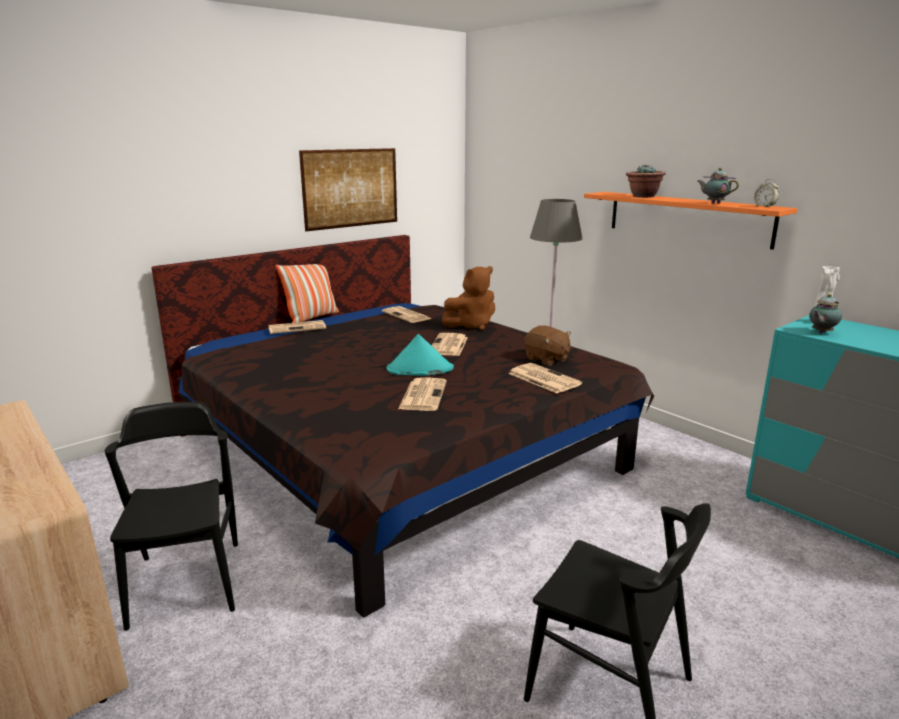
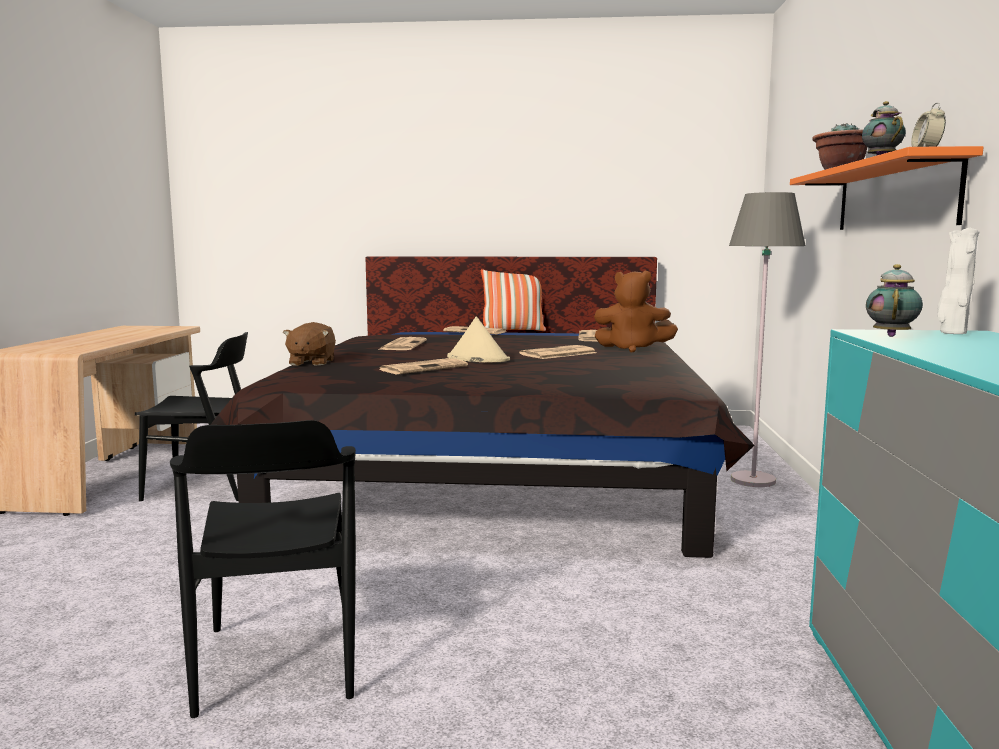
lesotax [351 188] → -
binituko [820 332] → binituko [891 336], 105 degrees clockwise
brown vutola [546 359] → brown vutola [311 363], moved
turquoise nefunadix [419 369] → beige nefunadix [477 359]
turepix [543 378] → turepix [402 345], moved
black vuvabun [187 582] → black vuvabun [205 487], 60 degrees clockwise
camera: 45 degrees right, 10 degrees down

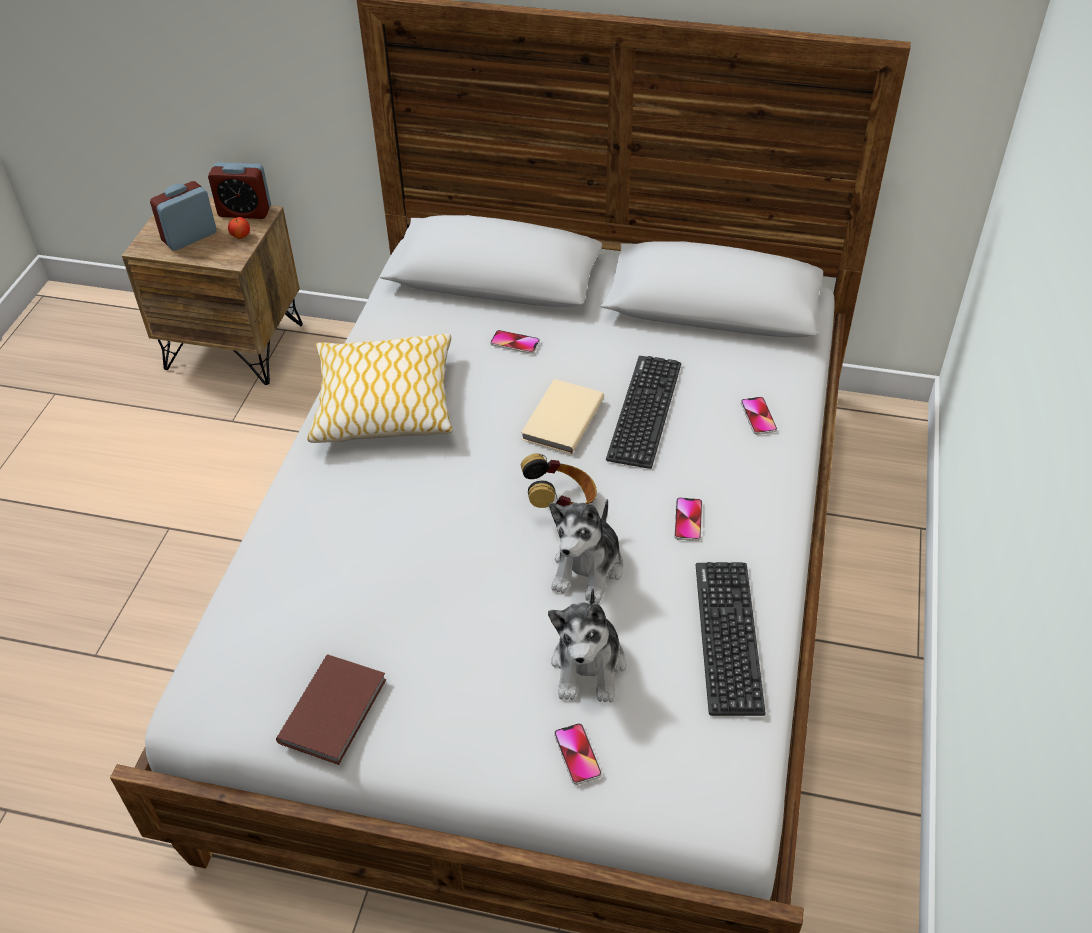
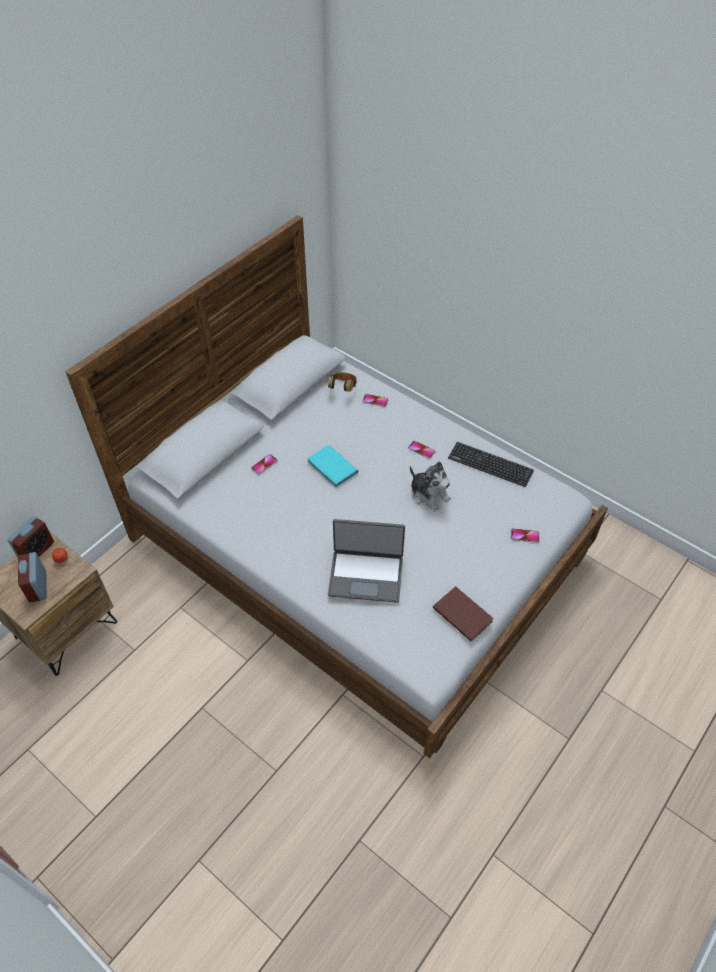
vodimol [384 403] → -
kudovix [644 411] → -
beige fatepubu [560 419] → turquoise fatepubu [332 468]
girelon [561 502] → girelon [343 389], moved
vutola [589 666] → -
- → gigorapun [366 575]
camera: 65 degrees left, 5 degrees up

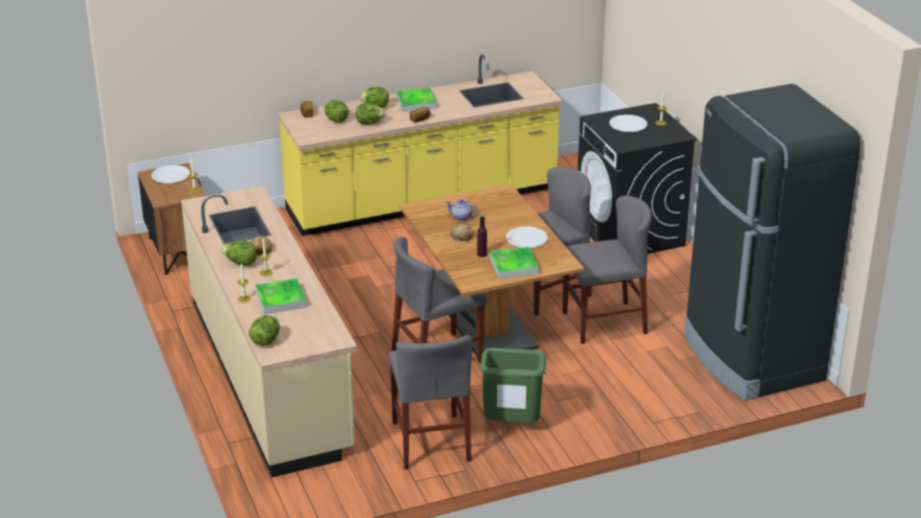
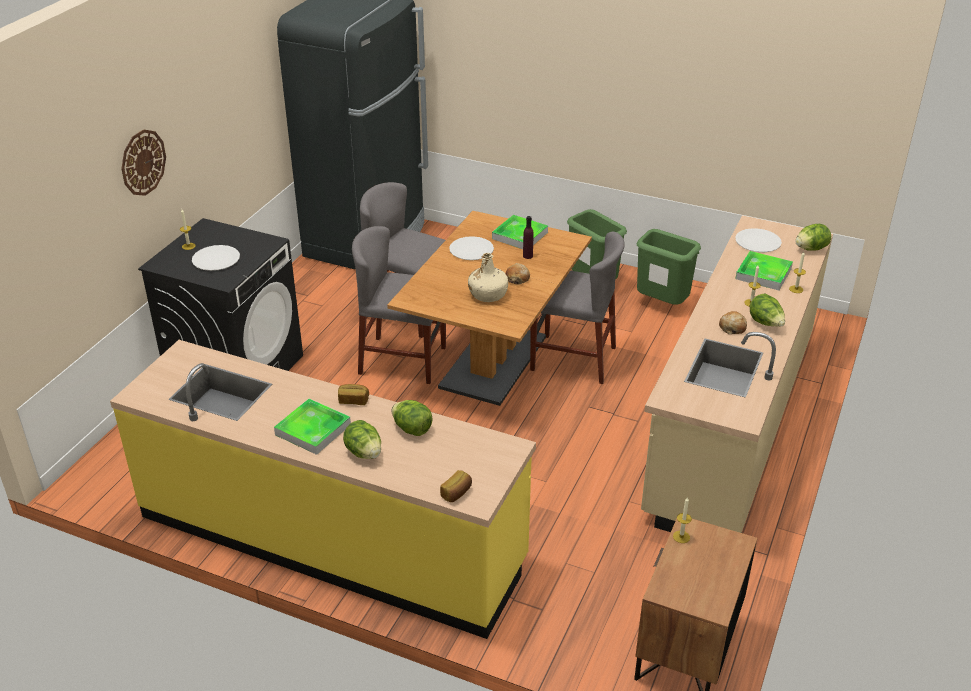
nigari [336 120] → -
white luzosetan [170 175] → white luzosetan [758 242], moved
binituko [462 217] → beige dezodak [488 294]
grey vuvabun [430 441] → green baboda [662 305]
- → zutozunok [143 162]
camera: 135 degrees left, 5 degrees up

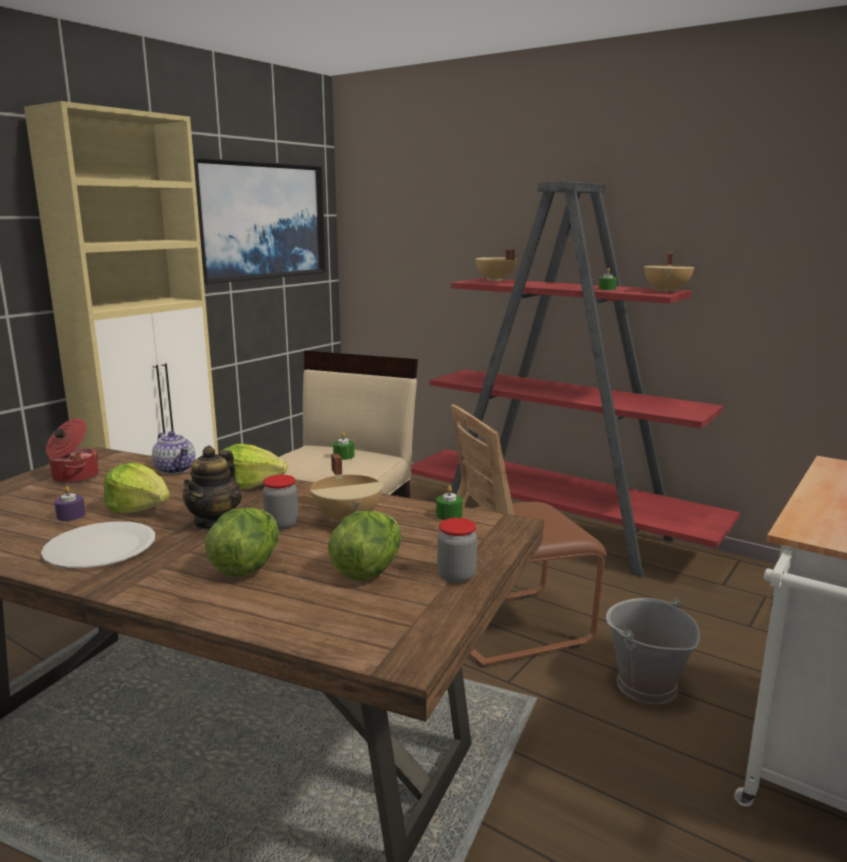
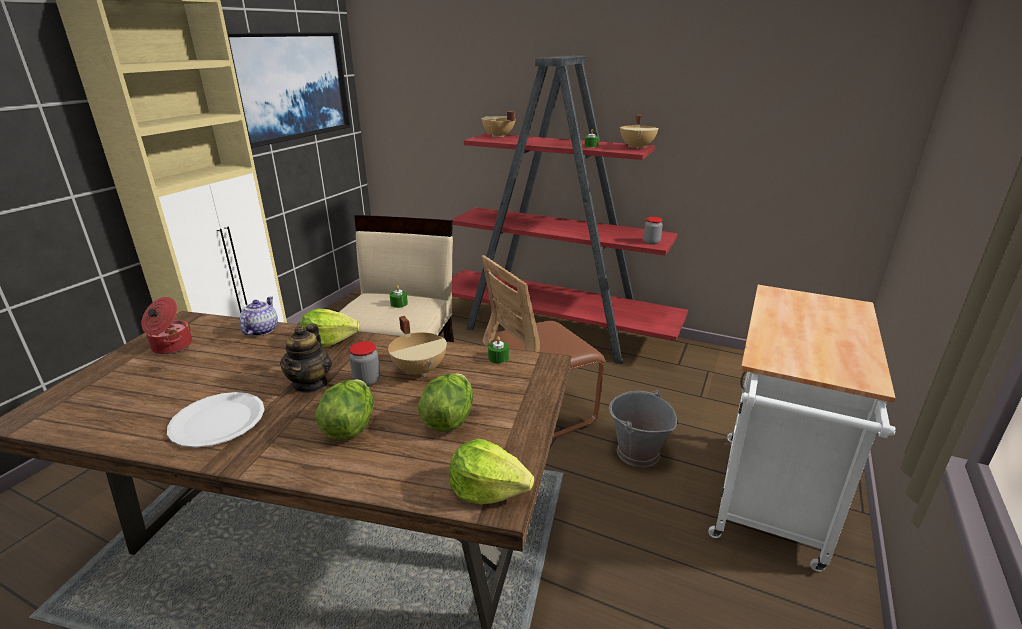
binituko [176 469] → binituko [261 330], 120 degrees counterclockwise
nigari [139 508] → nigari [488 489], moved
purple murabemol [71 515] → -
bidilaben [456 576] → bidilaben [651 242], moved
camera: 10 degrees left, 10 degrees up

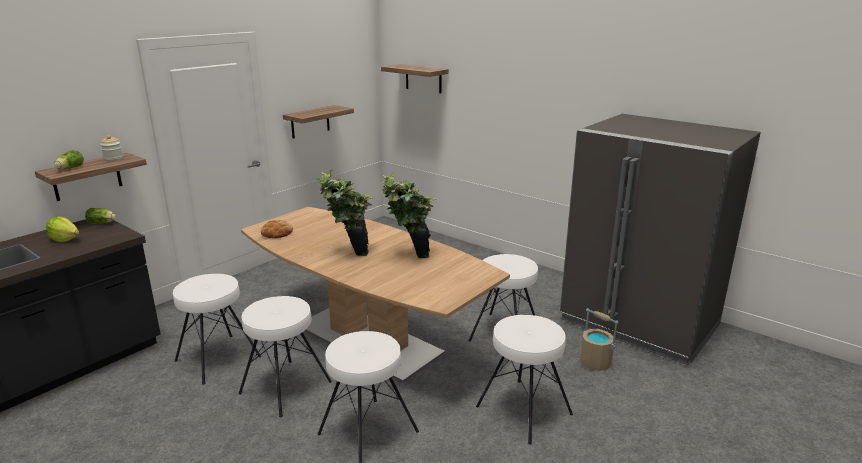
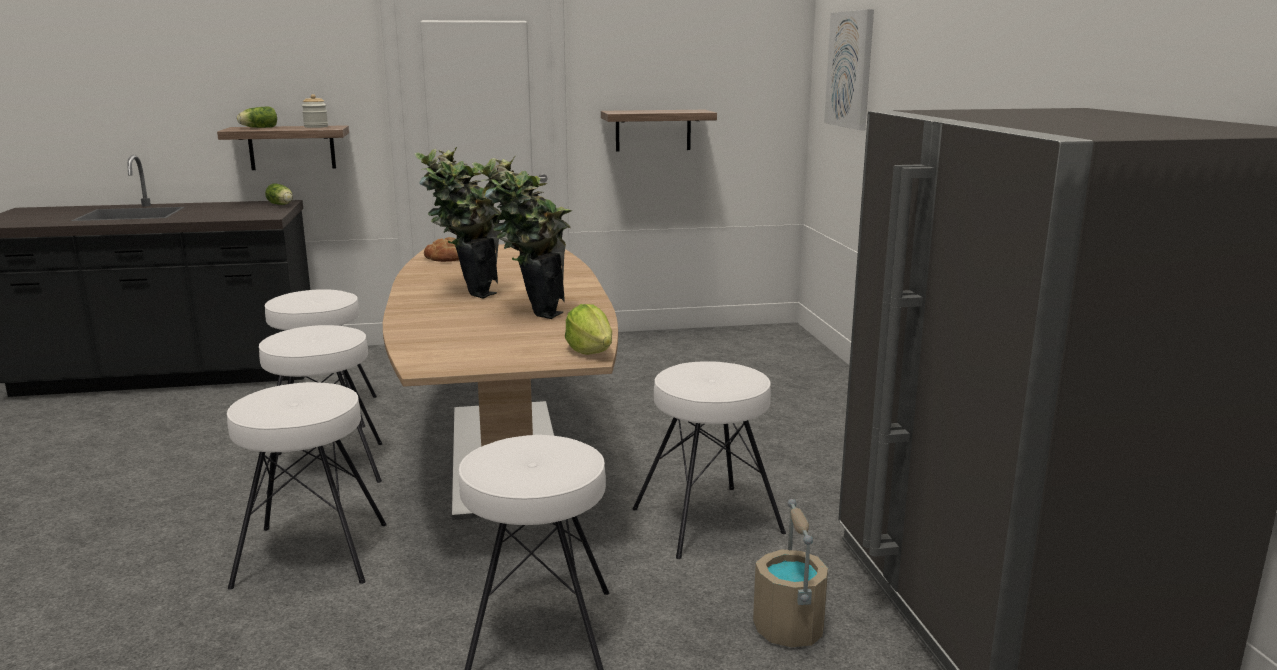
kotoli [423 78] → lesotax [850 69]
nigari [65 239] → nigari [590 351], moved
camera: 40 degrees right, 5 degrees down

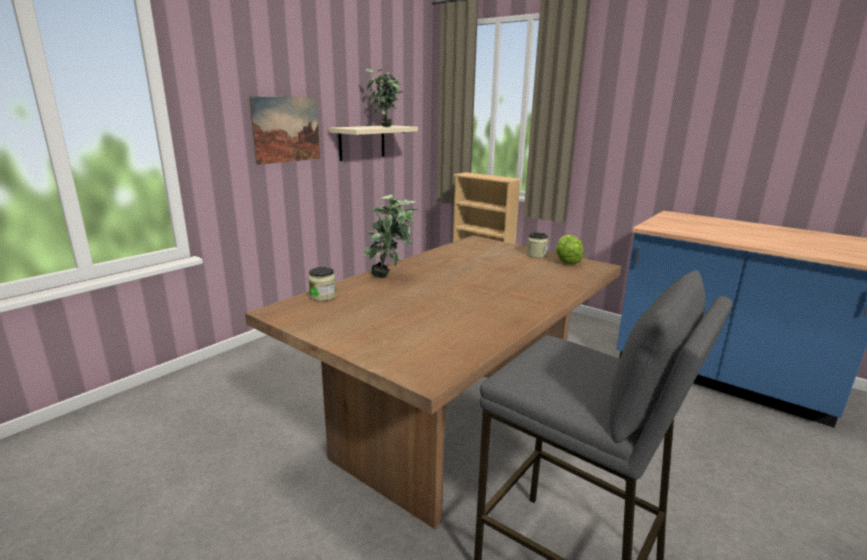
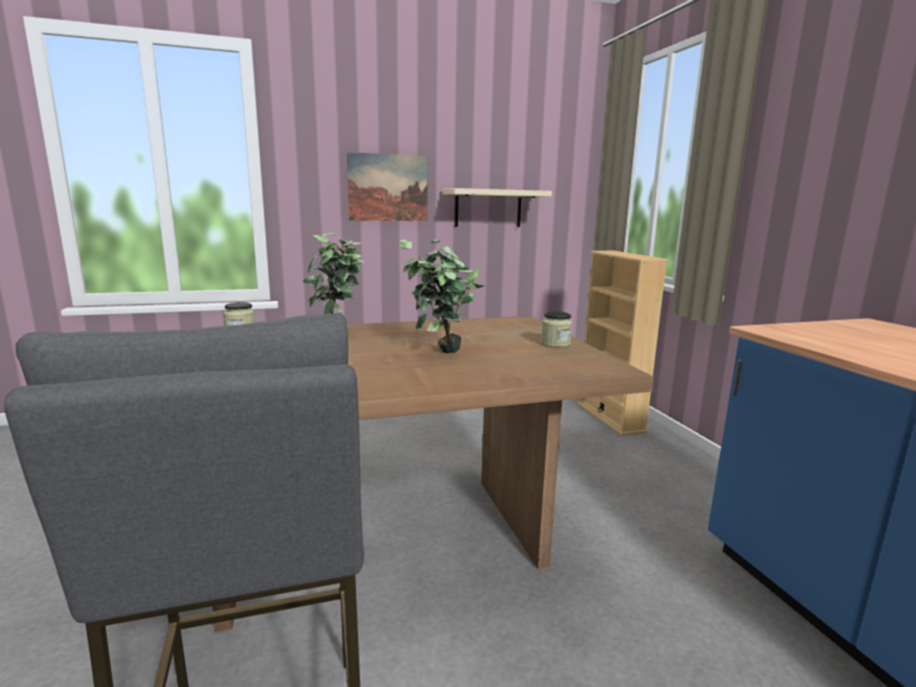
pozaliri [385 127] → pozaliri [440 354], moved
nigari [566 261] → -
camera: 35 degrees right, 5 degrees down

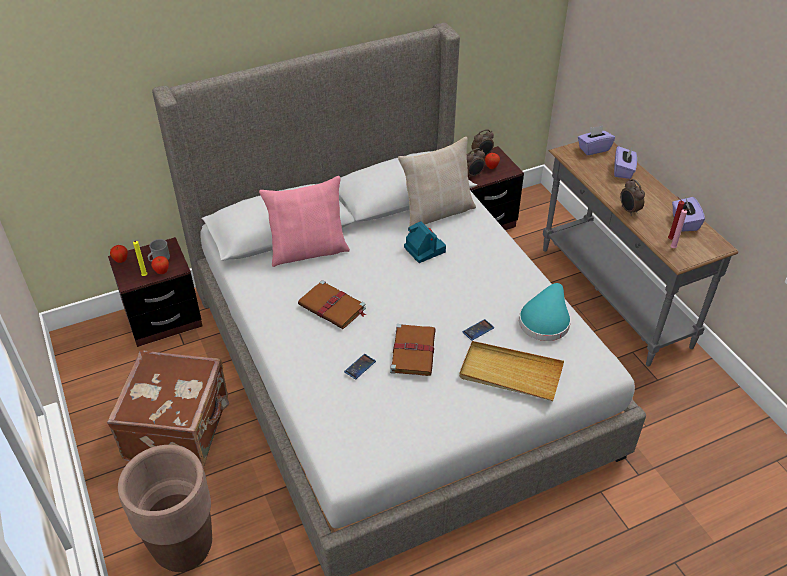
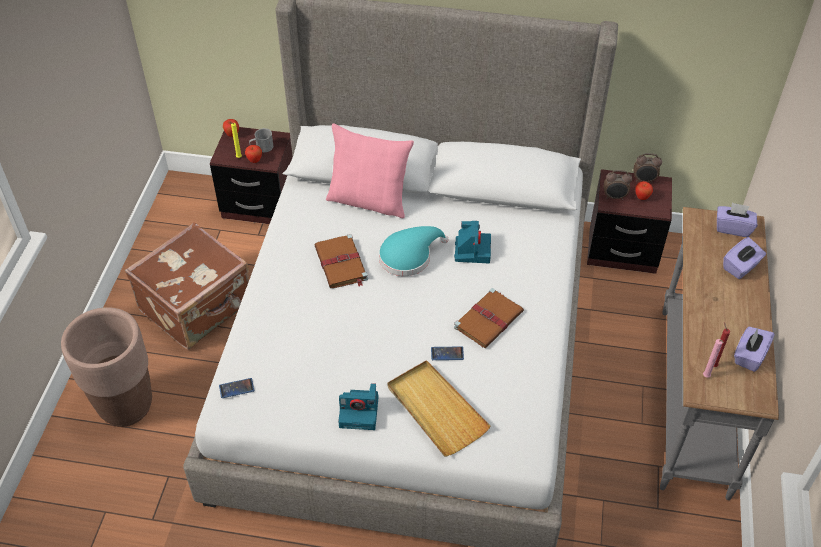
beige vodimol [437 212] → -
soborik [628 210] → -
turquoise nefunadix [545 320] → turquoise nefunadix [408 256], moved
brown fatepubu [413 350] → brown fatepubu [489 319], moved
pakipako [360 367] → pakipako [236 388], moved
- → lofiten [360 412]
camera: 35 degrees right, 5 degrees up

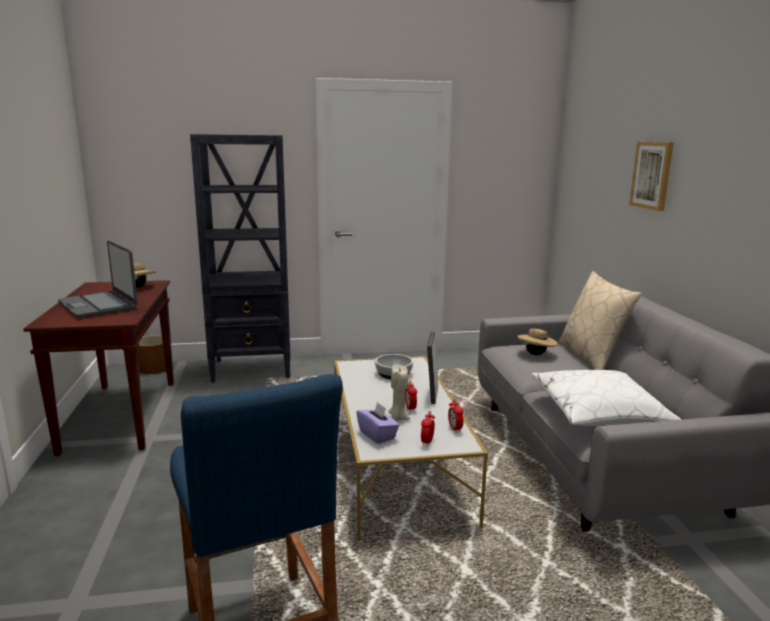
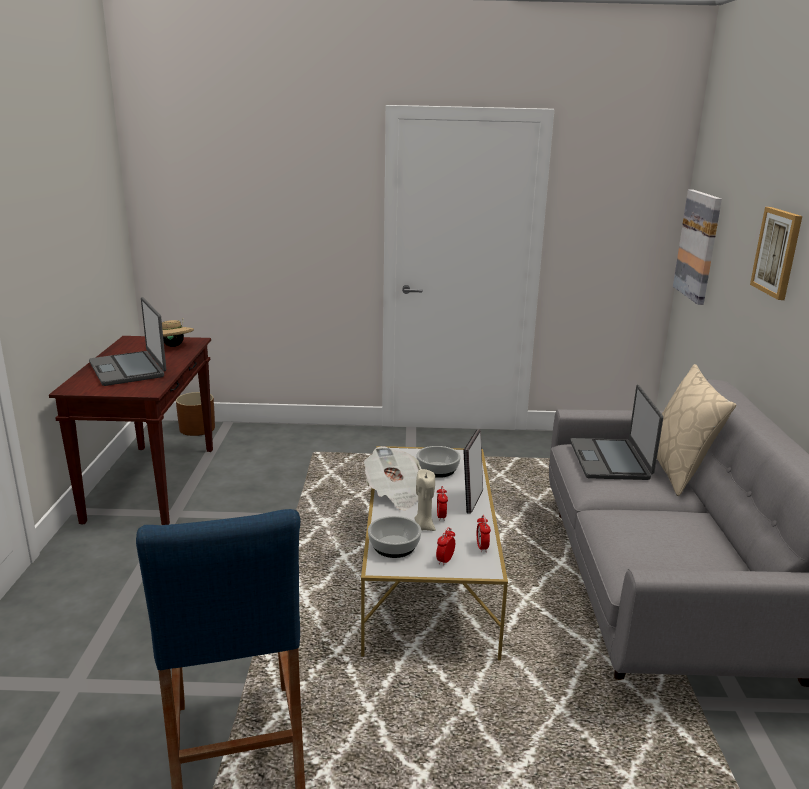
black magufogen [253 369] → -
beige nefunadix [536 354] → gigorapun [610 460]
white vodimol [598 412] → -
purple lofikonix [377 435] → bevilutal [393 546]
- → lesotax [698 246]
- → turepix [396 493]
camera: 10 degrees right, 5 degrees up

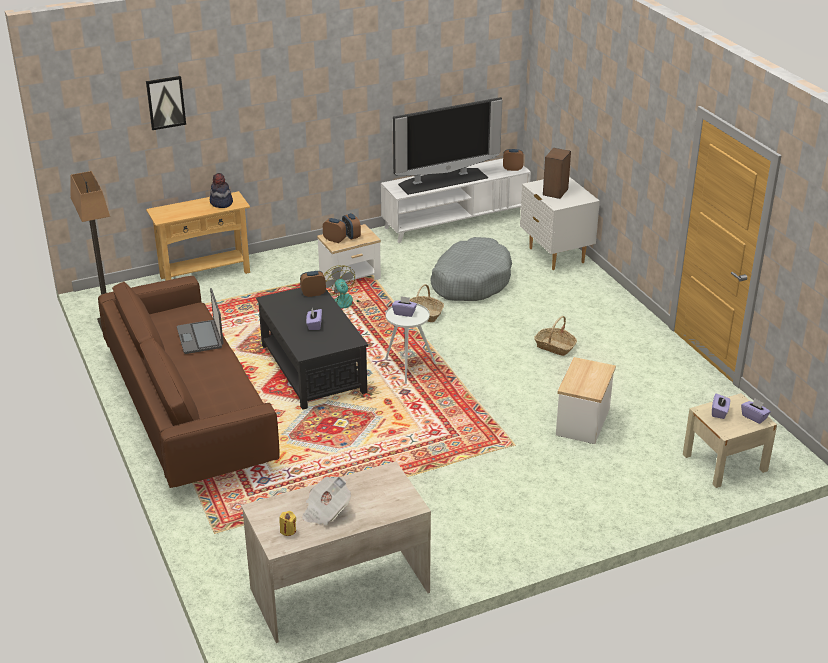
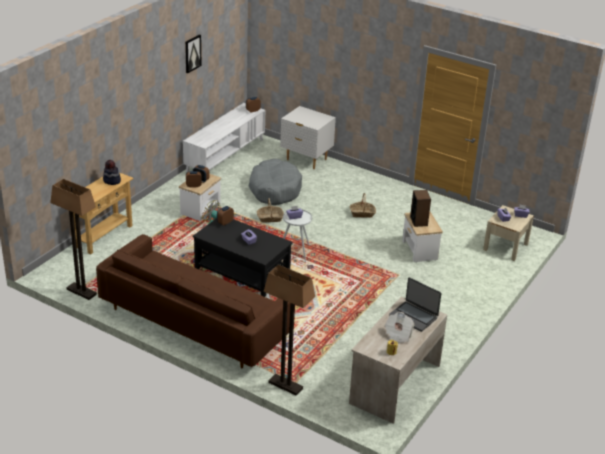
lesotax [165 102] → lesotax [192 53], moved
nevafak [442 180] → -
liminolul [555 192] → liminolul [419 221], moved
gigorapun [200 337] → gigorapun [413 316], moved
- → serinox [285 385]
camera: 35 degrees left, 0 degrees up

